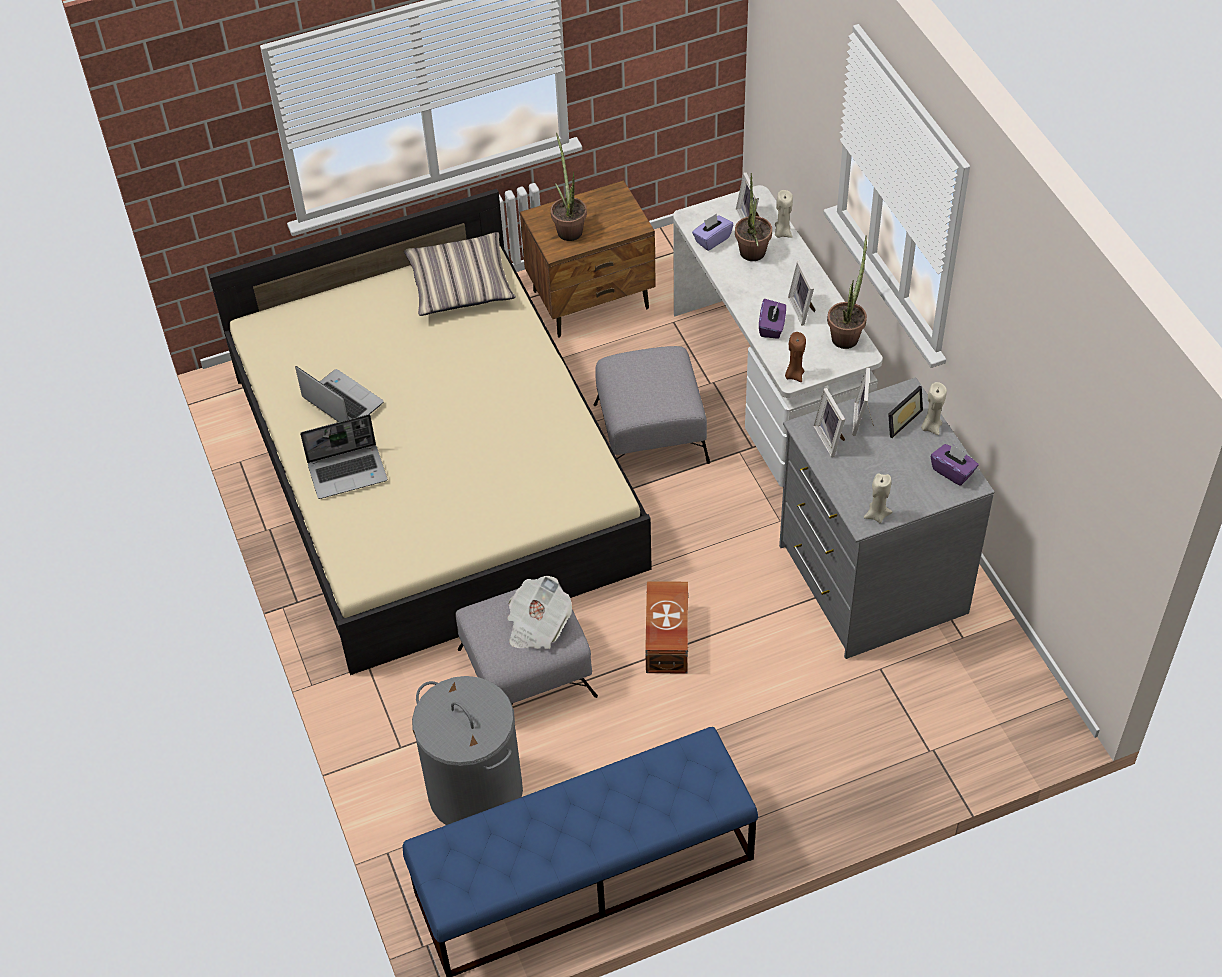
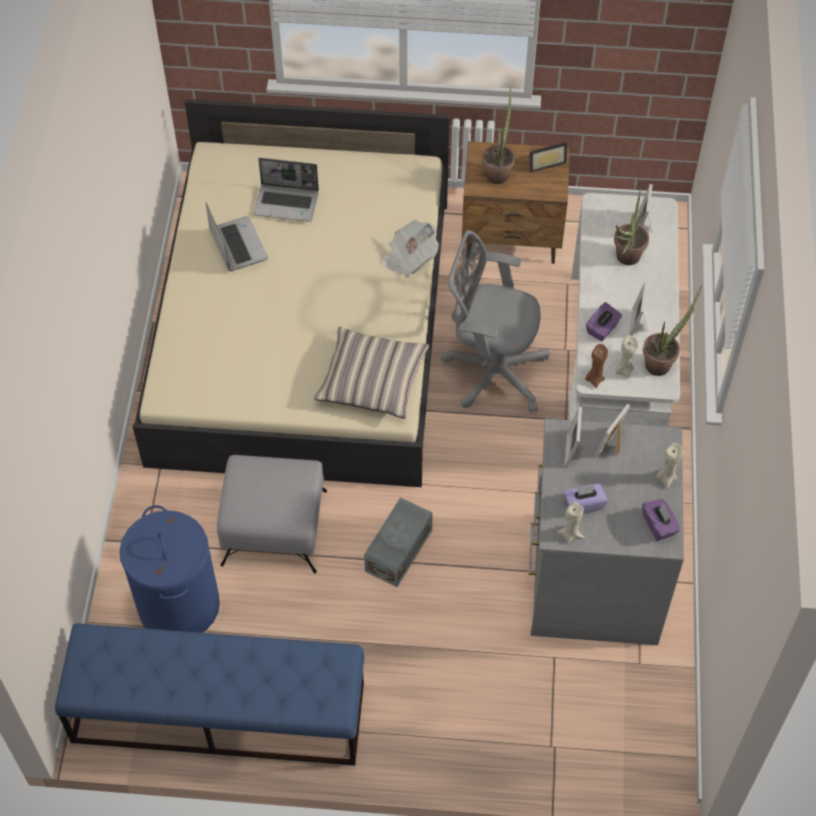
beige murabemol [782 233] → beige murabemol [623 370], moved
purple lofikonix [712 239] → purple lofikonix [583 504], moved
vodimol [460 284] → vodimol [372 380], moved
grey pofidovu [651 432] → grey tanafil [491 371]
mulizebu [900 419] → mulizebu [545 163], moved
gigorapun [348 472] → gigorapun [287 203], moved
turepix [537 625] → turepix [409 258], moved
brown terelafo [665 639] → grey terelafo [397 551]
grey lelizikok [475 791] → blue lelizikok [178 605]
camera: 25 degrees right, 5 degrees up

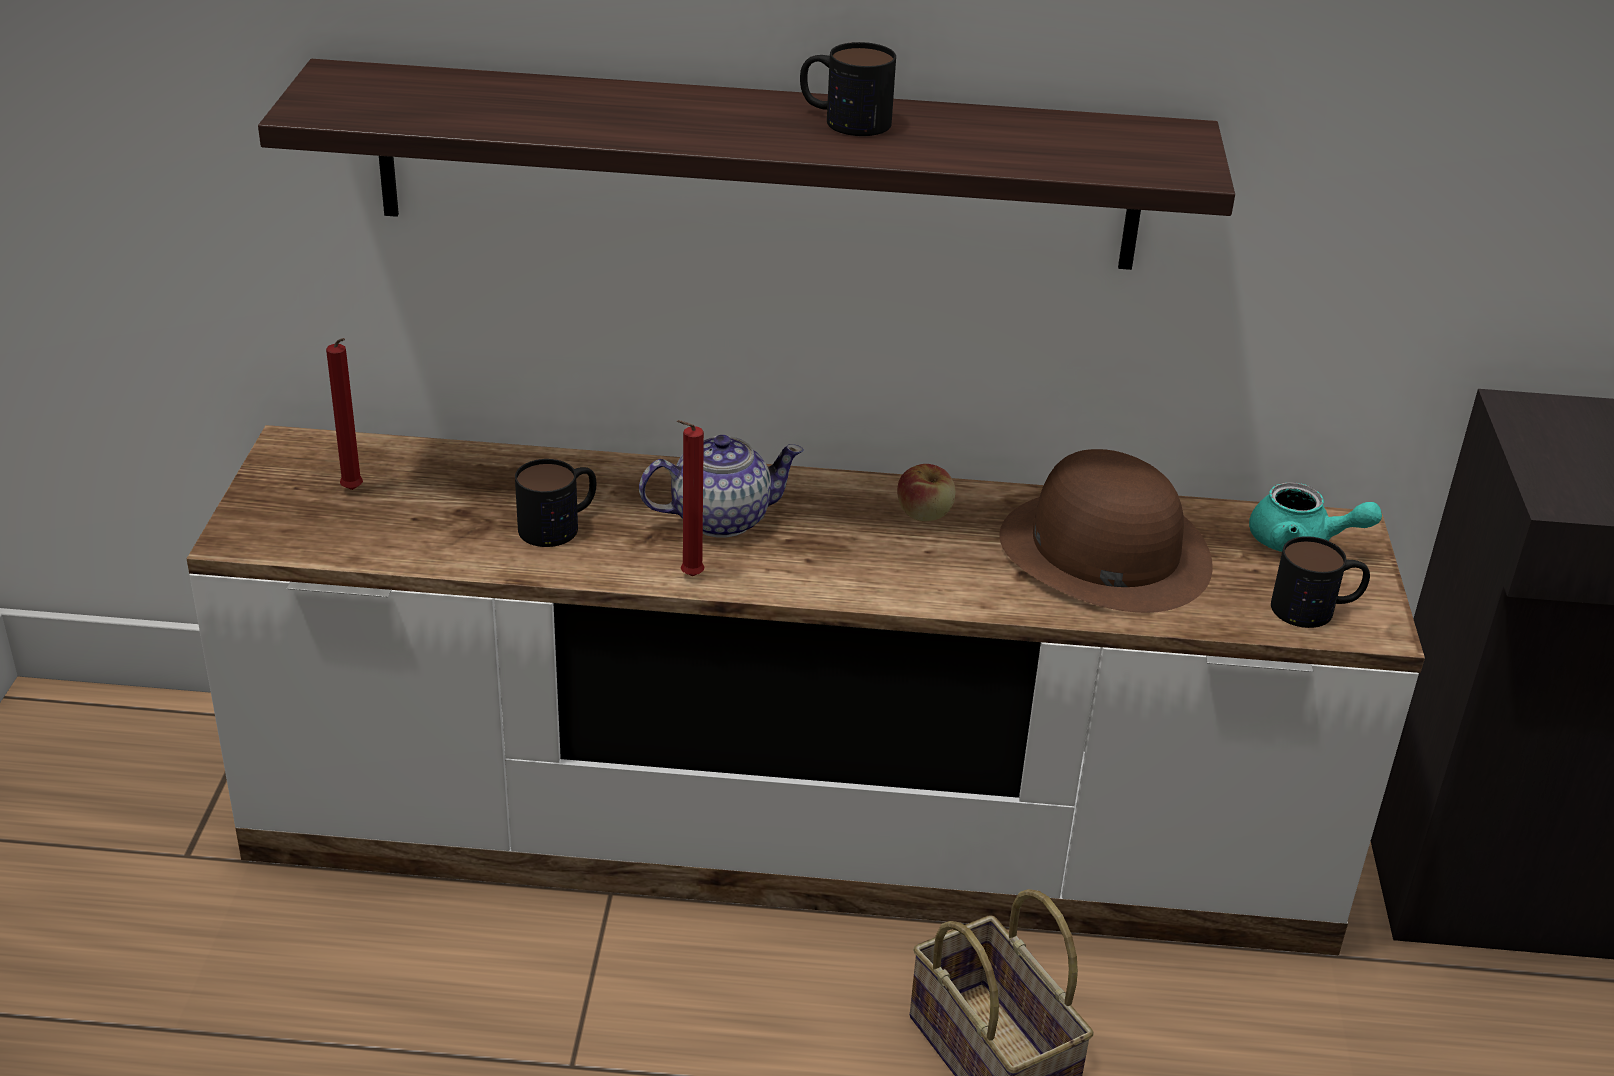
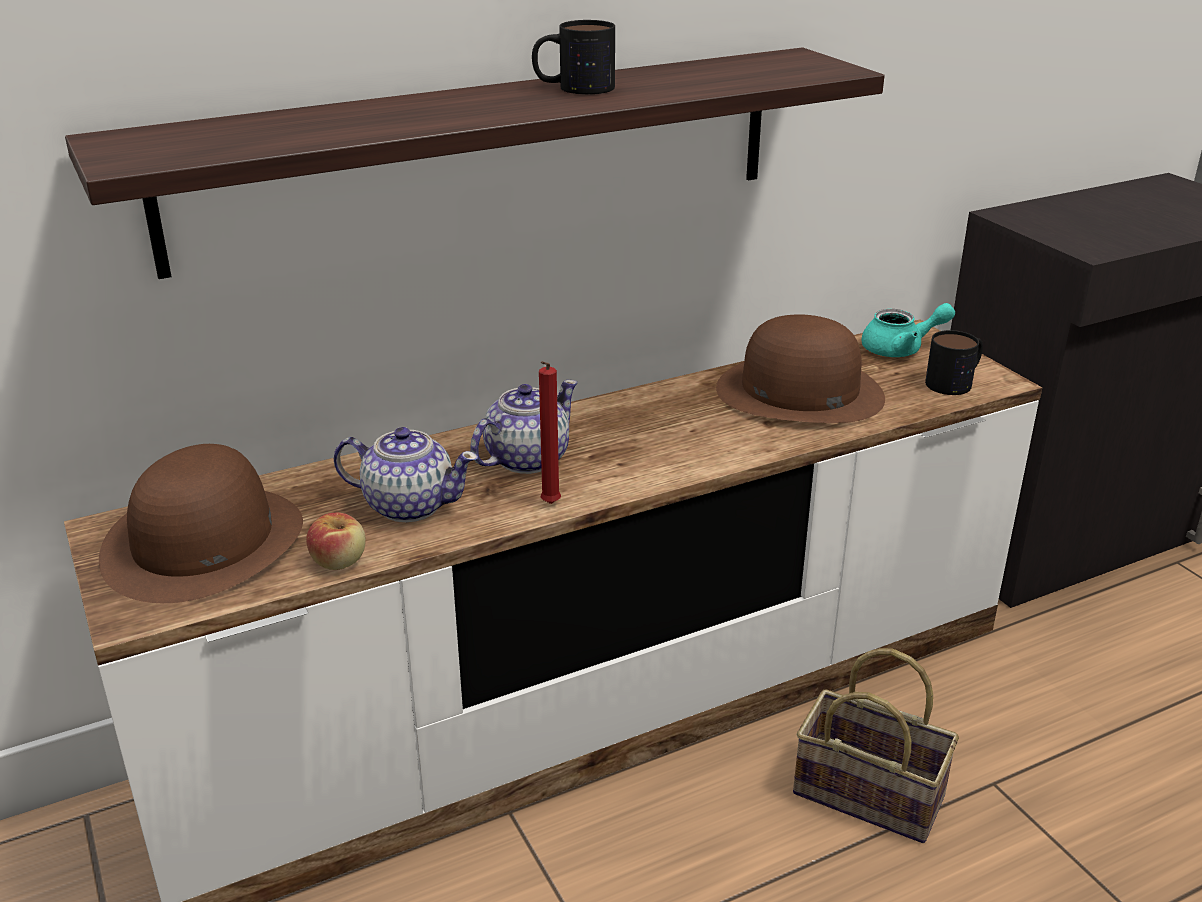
red murabemol [354 491] → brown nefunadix [204 542]
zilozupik [560 524] → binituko [408 505]
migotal [925 513] → migotal [339 561], moved
camera: 30 degrees left, 5 degrees down

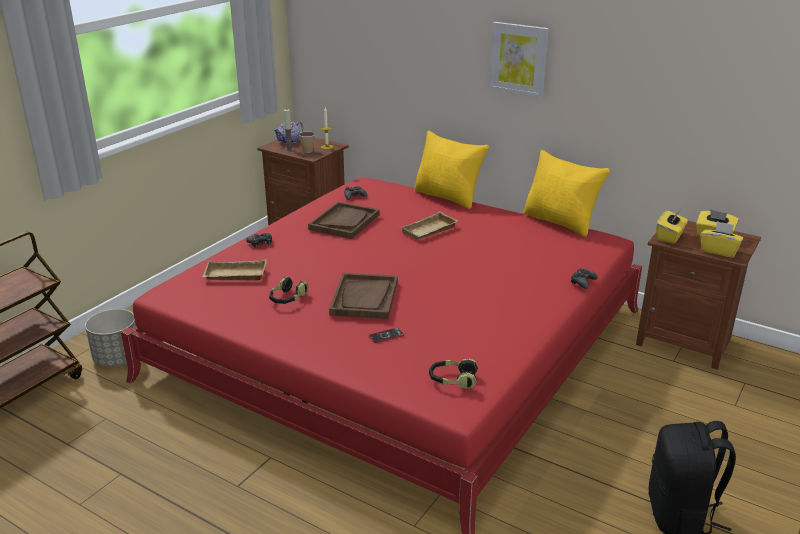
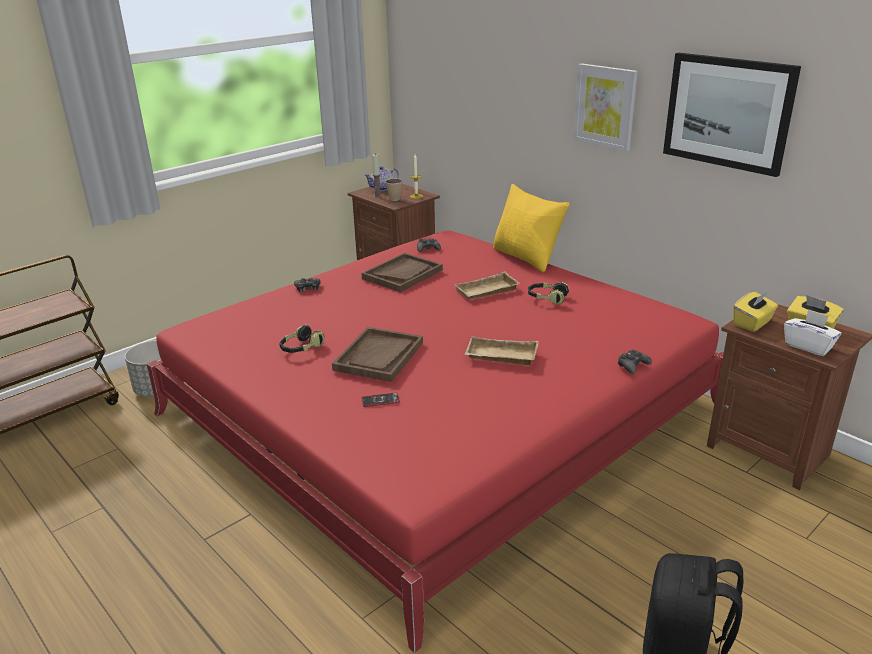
yellow vodimol [560 222] → -
yellow lofikonix [719 251] → white lofikonix [808 346]
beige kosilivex [234 276] → beige kosilivex [500 356], moved
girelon [453 380] → girelon [547 298], moved
- → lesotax [728 112]
camera: 15 degrees right, 0 degrees up

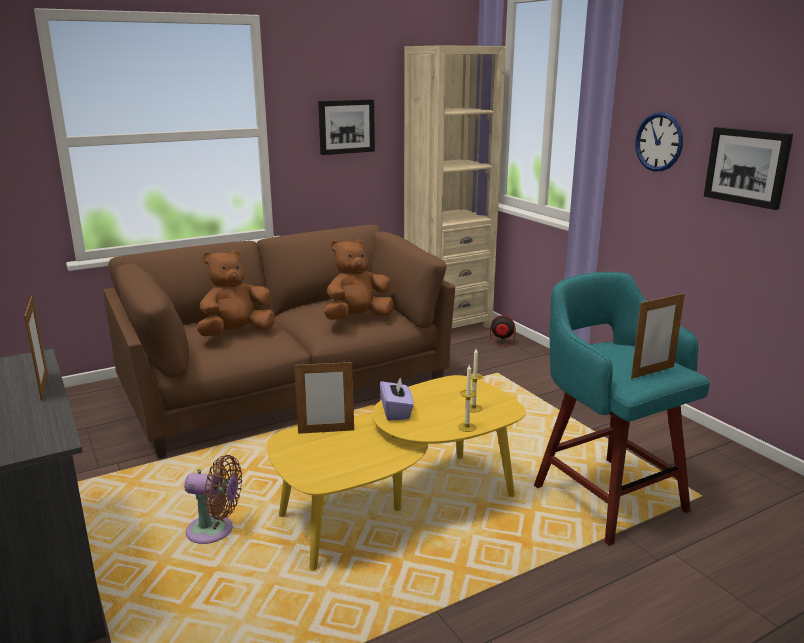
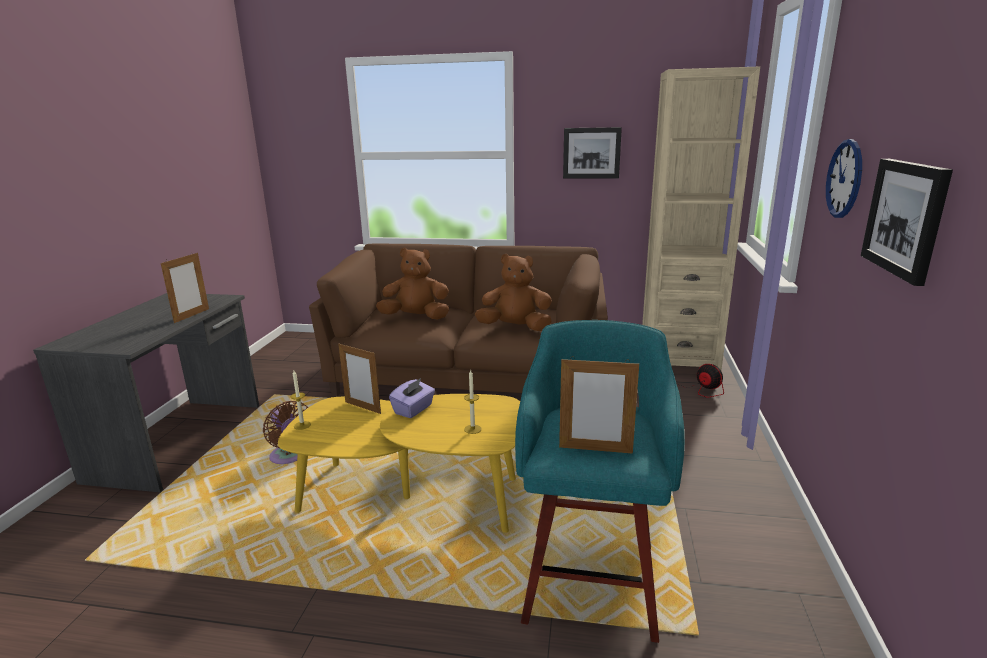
murabemol [467 427] → murabemol [302 425], moved
camera: 40 degrees right, 0 degrees up

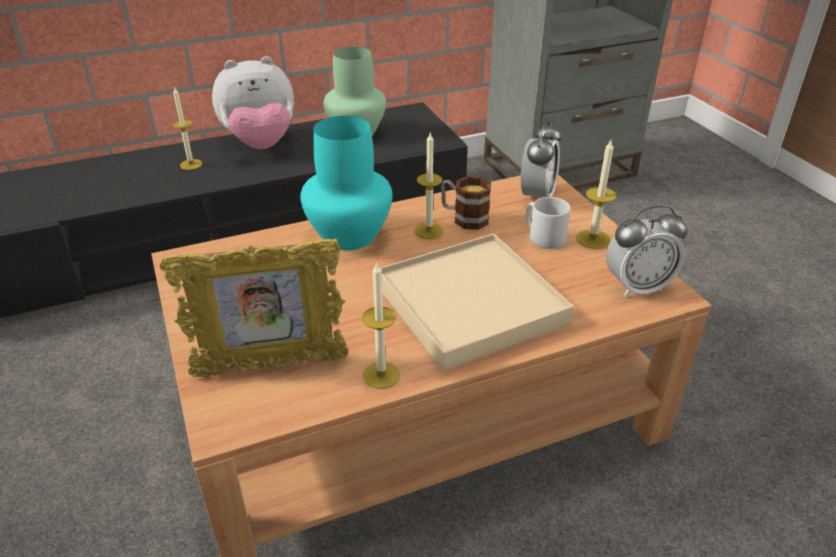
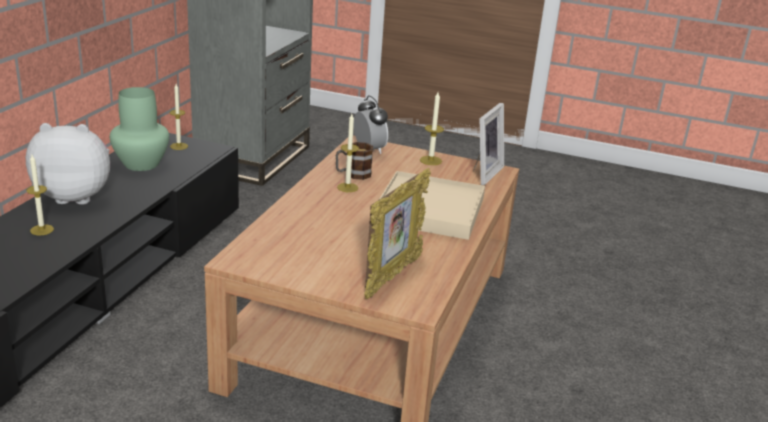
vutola [261 144] → vutola [75 196], 120 degrees counterclockwise
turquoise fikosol [349 235] → -
grey zilozupik [543 237] → -
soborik [637 287] → mulizebu [482 173]
murabemol [381 375] → murabemol [179 146], moved
camera: 50 degrees left, 10 degrees down

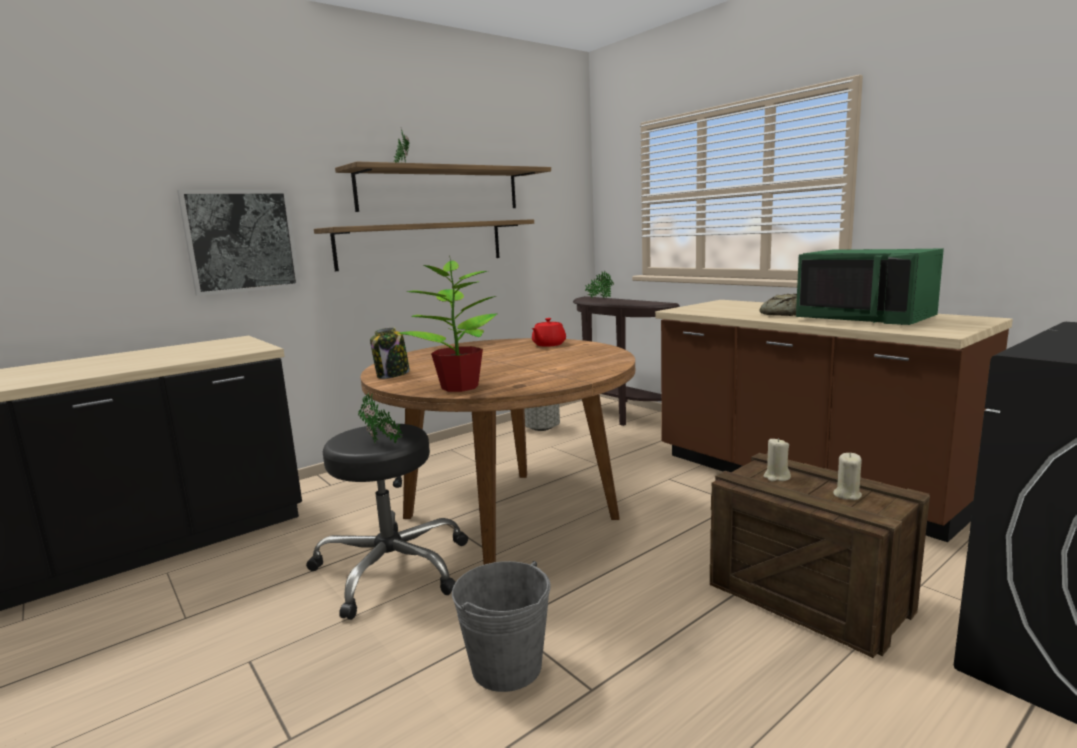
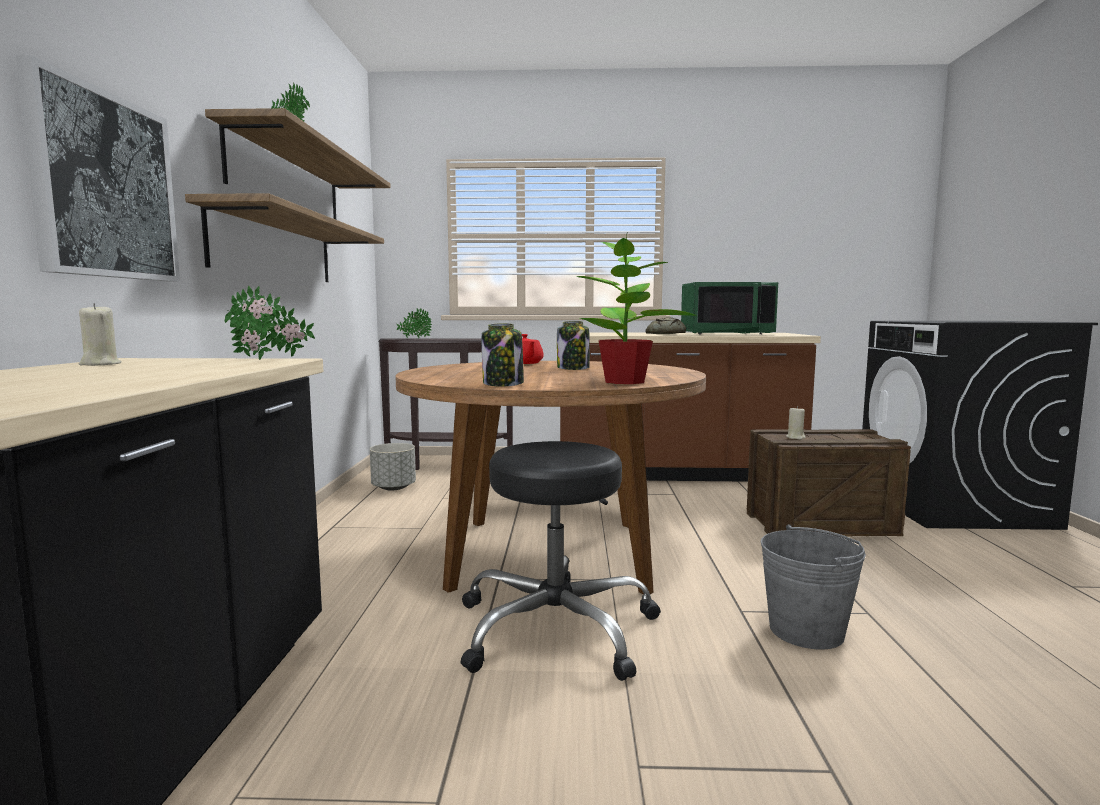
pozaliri [382 444] → pozaliri [271 359], moved
beige murabemol [847 495] → beige murabemol [100 364], moved
- → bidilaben [573 368]
camera: 50 degrees left, 5 degrees down

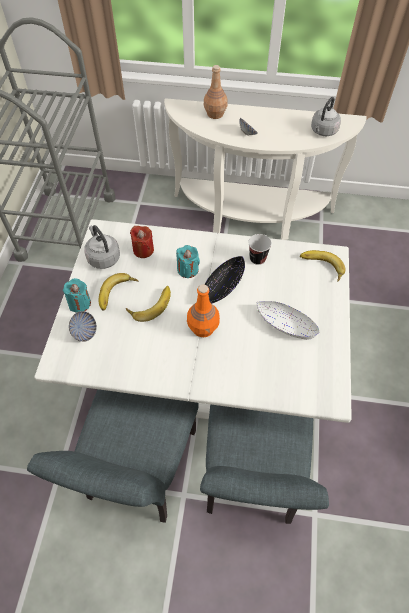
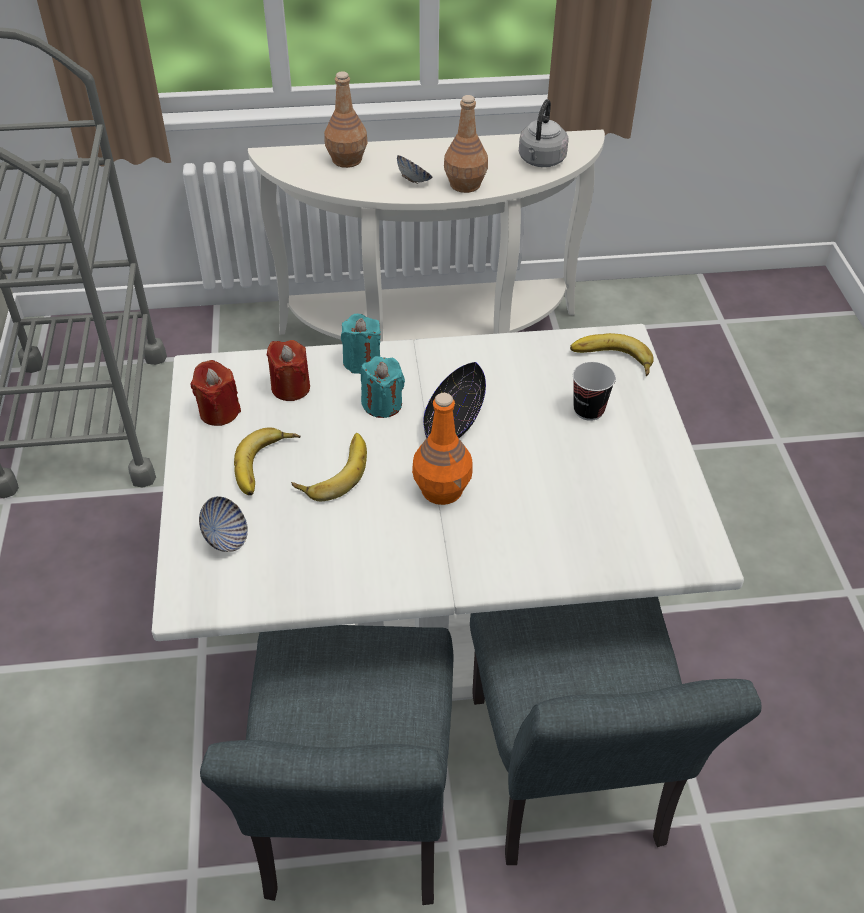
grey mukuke [103 257] → red murabemol [219 412]
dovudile [257 258] → dovudile [588 410], moved
turquoise murabemol [79 303] → turquoise murabemol [361 361], moved
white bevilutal [285 324] → -
- → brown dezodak [464 184]
camera: 15 degrees left, 10 degrees down

